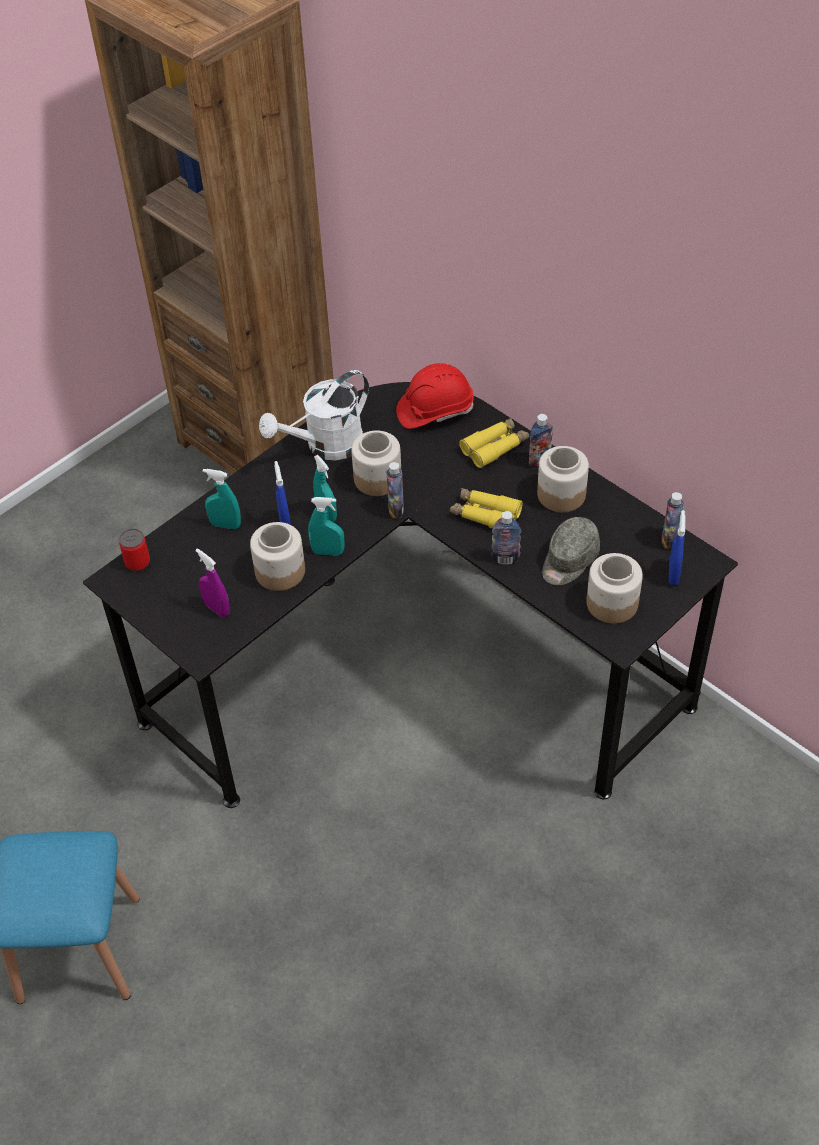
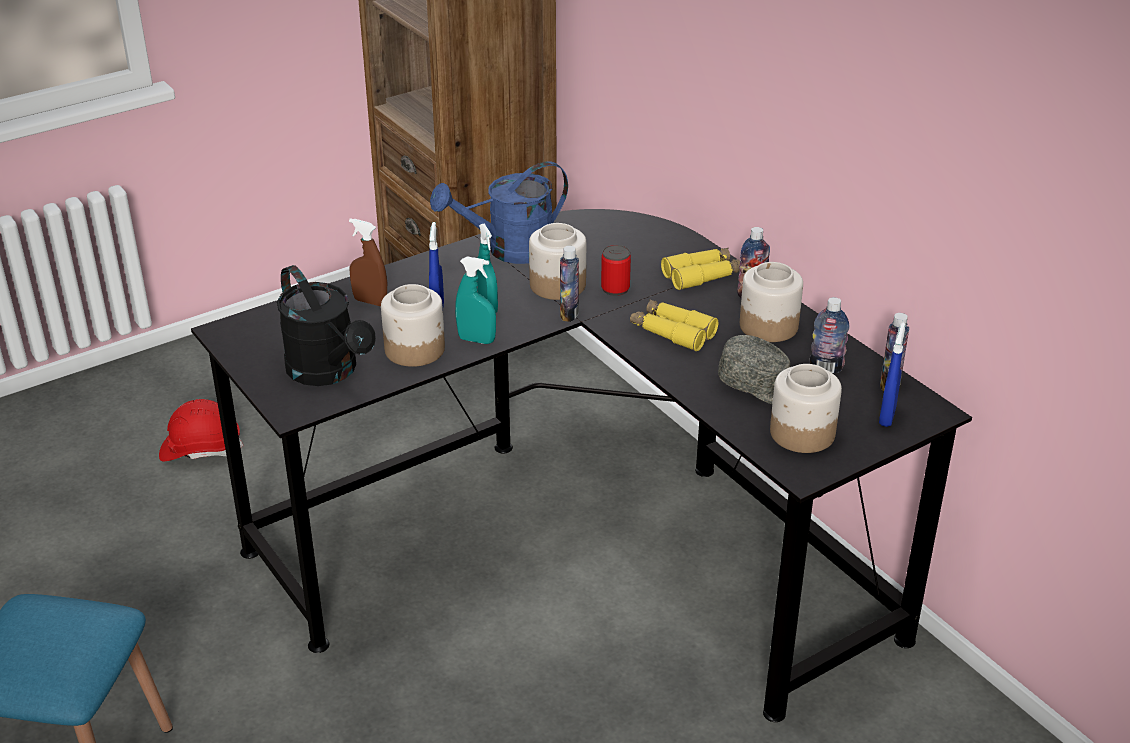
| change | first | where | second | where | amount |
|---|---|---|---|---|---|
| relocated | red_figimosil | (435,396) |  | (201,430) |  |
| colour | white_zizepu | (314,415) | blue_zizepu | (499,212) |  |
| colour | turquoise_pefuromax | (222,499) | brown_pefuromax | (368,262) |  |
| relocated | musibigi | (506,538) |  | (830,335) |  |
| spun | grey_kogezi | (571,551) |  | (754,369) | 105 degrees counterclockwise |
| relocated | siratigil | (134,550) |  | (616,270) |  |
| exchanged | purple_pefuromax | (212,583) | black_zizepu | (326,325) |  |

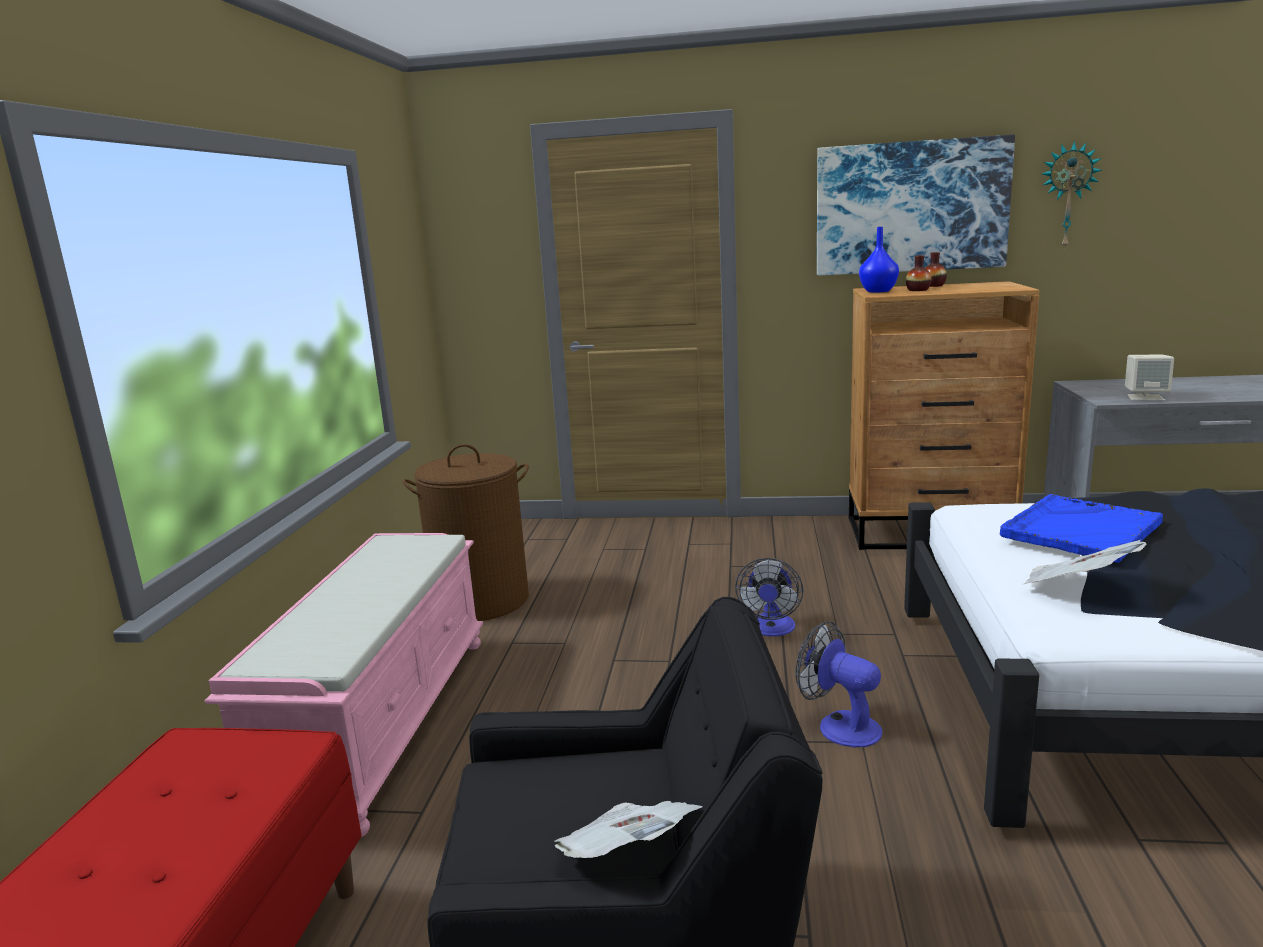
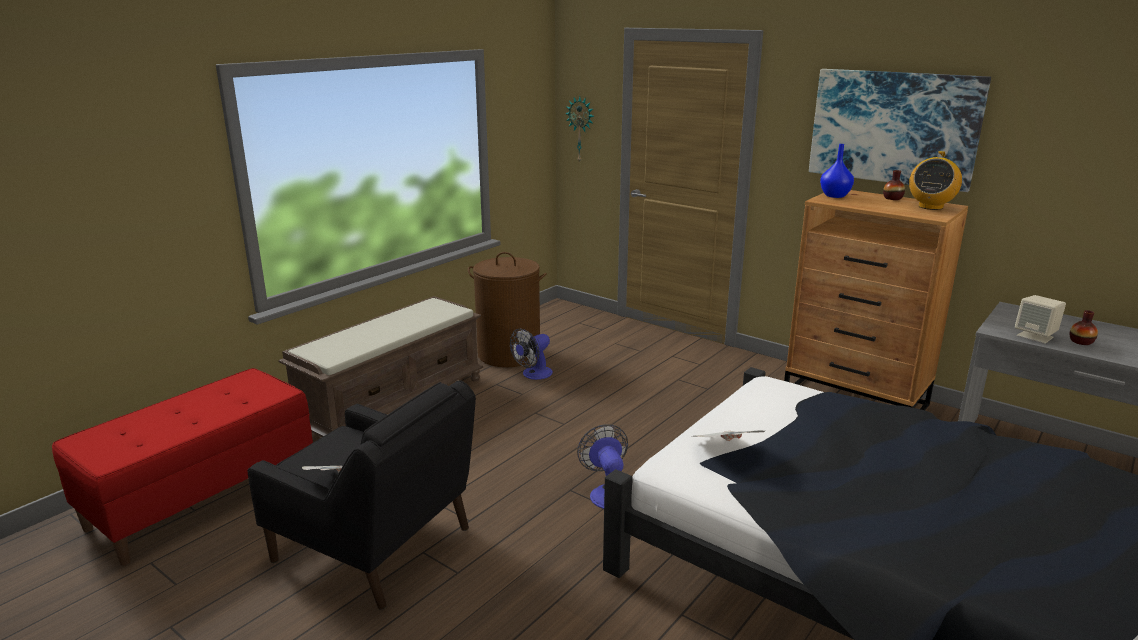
| change | first | where | second | where | amount |
|---|---|---|---|---|---|
| relocated | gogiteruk | (1072,195) |  | (579,129) |  |
| relocated | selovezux | (918,273) |  | (1084,327) |  |
| missing | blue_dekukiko | (1081,528) |  |  |  |
| colour | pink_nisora | (343,684) | brown_nisora | (380,366) |  |
| relocated | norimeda | (769,597) |  | (531,354) |  |
| appeared |  |  | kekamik | (935,180) |  |

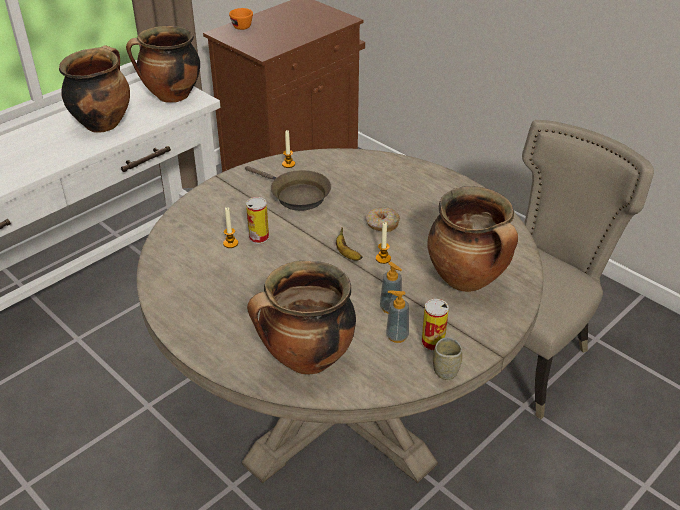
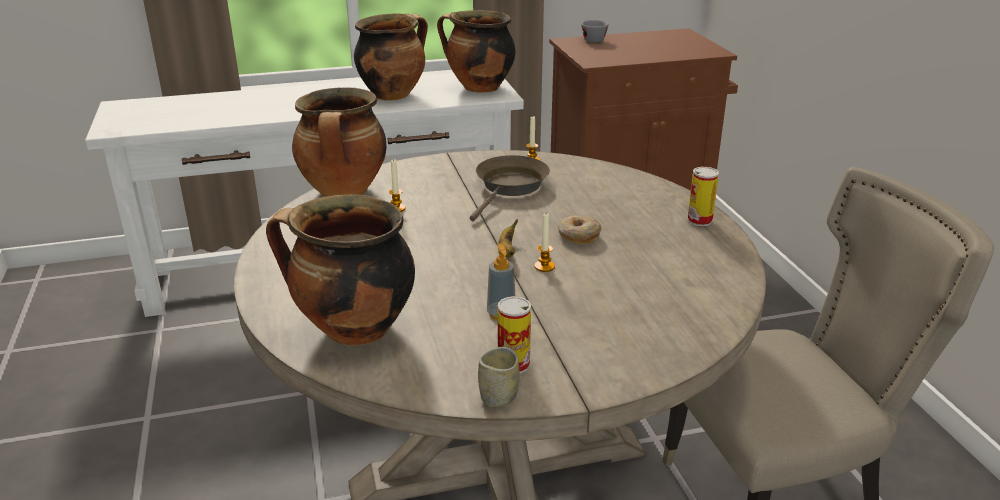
| change | first | where | second | where | amount |
|---|---|---|---|---|---|
| colour | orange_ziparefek | (241,19) | grey_ziparefek | (595,31) |  |
| spun | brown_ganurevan | (288,188) |  | (510,188) | 135 degrees counterclockwise |
| relocated | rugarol | (473,239) |  | (339,142) |  |
| relocated | siratigil | (257,220) |  | (703,196) |  |
| missing | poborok | (397,317) |  |  |  |

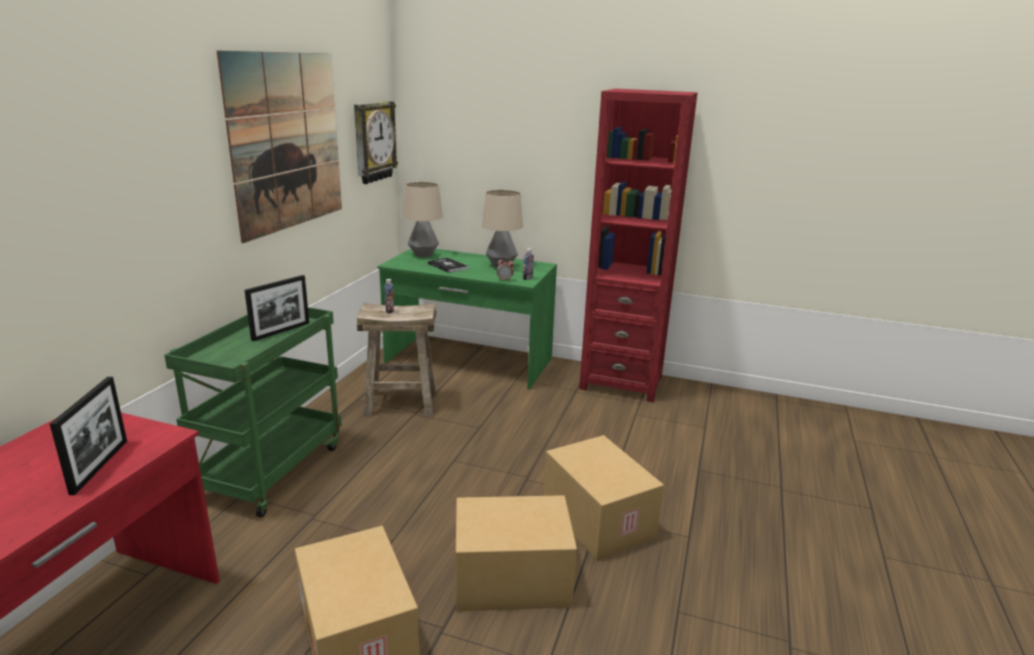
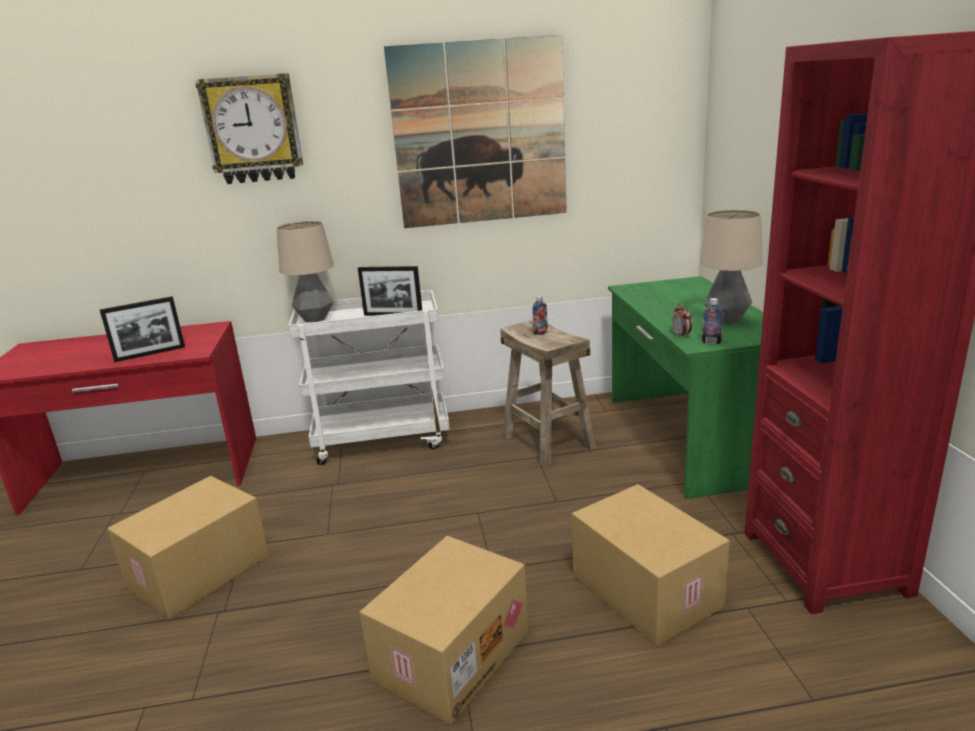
| change | first | where | second | where | amount |
|---|---|---|---|---|---|
| relocated | gogiteruk | (376,142) |  | (249,128) |  |
| relocated | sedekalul | (423,219) |  | (305,271) |  |
| missing | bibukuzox | (448,265) |  |  |  |
| colour | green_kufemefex | (253,412) | white_kufemefex | (369,377) |  |
| relocated | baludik | (516,553) |  | (651,565) |  |

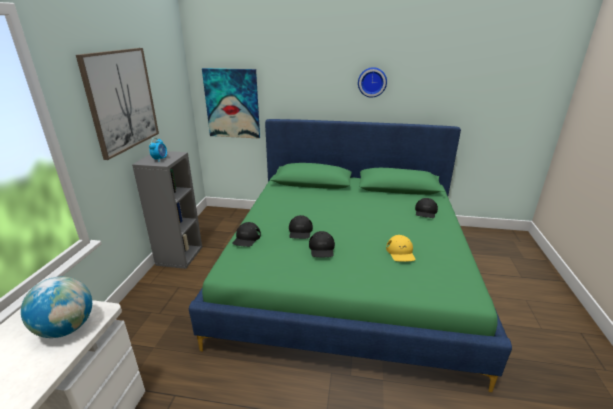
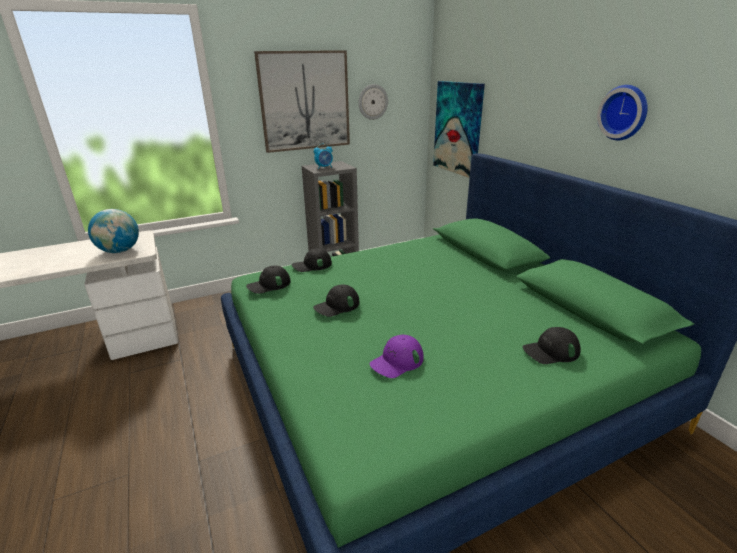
| change | first | where | second | where | amount |
|---|---|---|---|---|---|
| relocated | black_kogezi | (301,227) |  | (268,280) |  |
| colour | yellow_kogezi | (401,248) | purple_kogezi | (396,356) |  |
| appeared |  |  | gogiteruk | (373,102) |  |

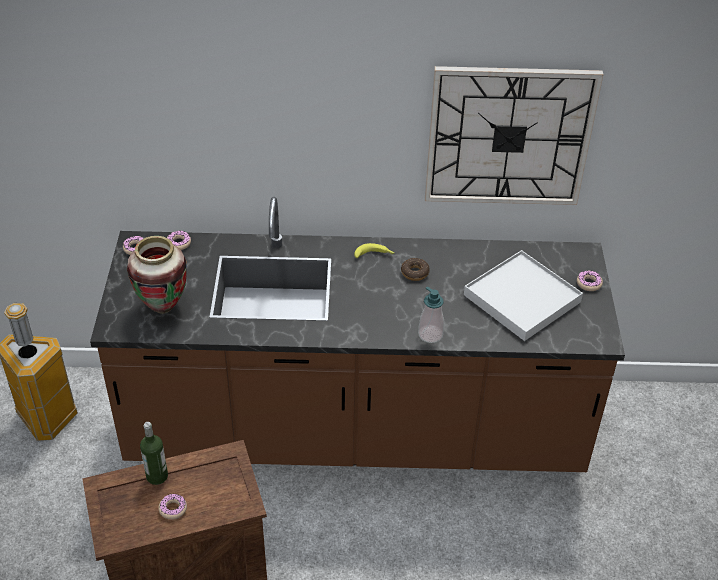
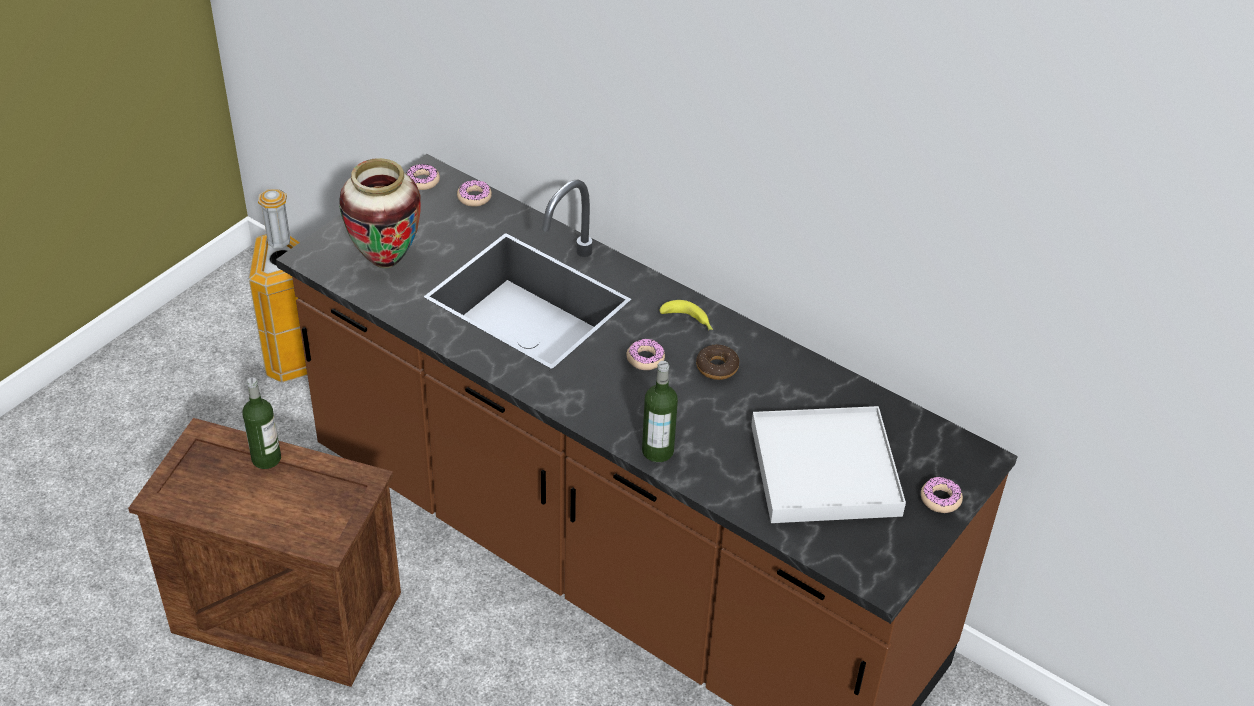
| change | first | where | second | where | amount |
|---|---|---|---|---|---|
| missing | gogiteruk | (514,135) |  |  |  |
| exchanged | poborok | (431,315) | musibigi | (660,411) |  |
| relocated | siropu | (173,507) |  | (645,354) |  |

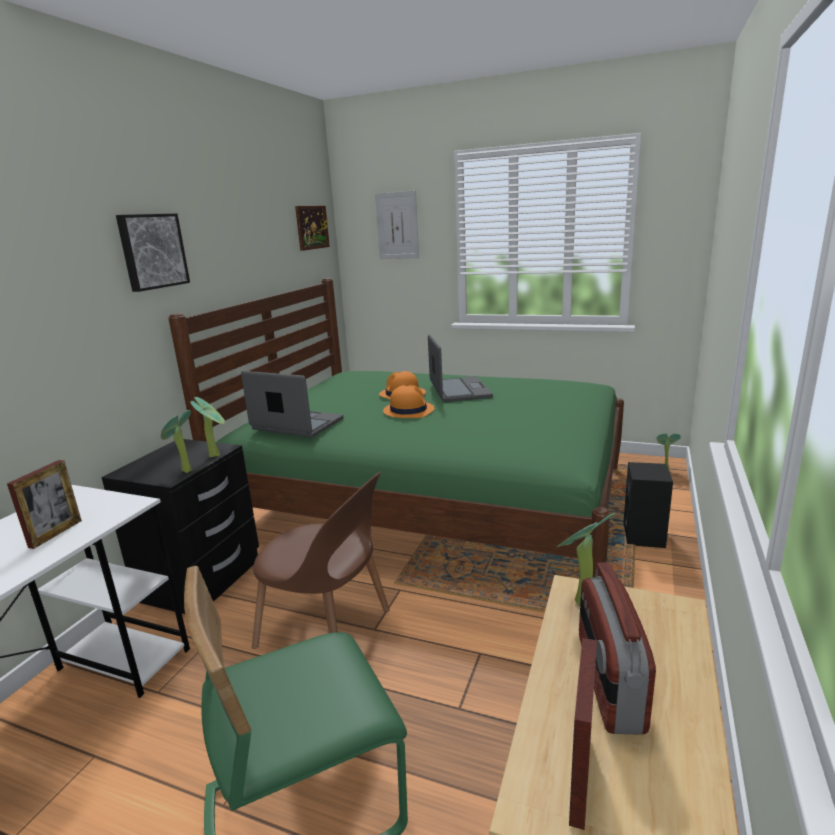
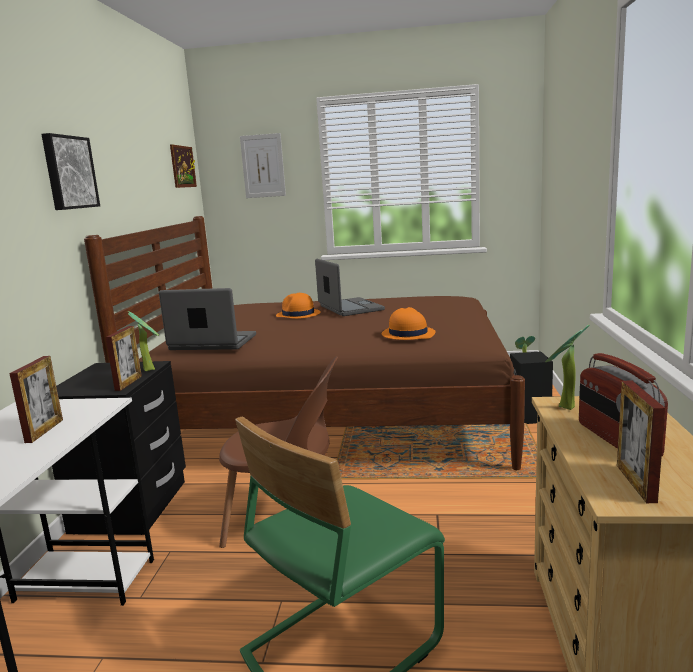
| change | first | where | second | where | amount |
|---|---|---|---|---|---|
| colour | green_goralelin | (396,428) | brown_goralelin | (304,343) |  |
| relocated | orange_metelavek | (408,401) |  | (409,323) |  |
| exchanged | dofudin | (177,441) | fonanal | (124,358) |  |

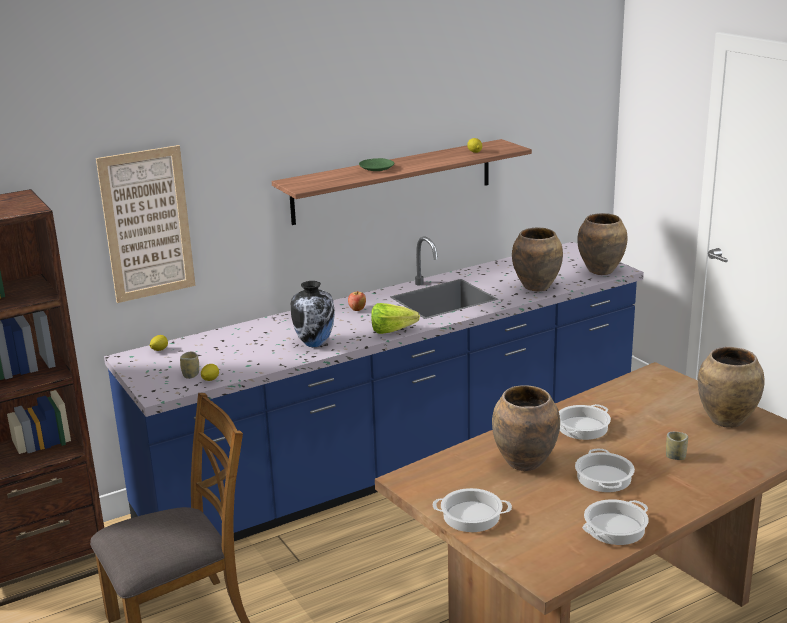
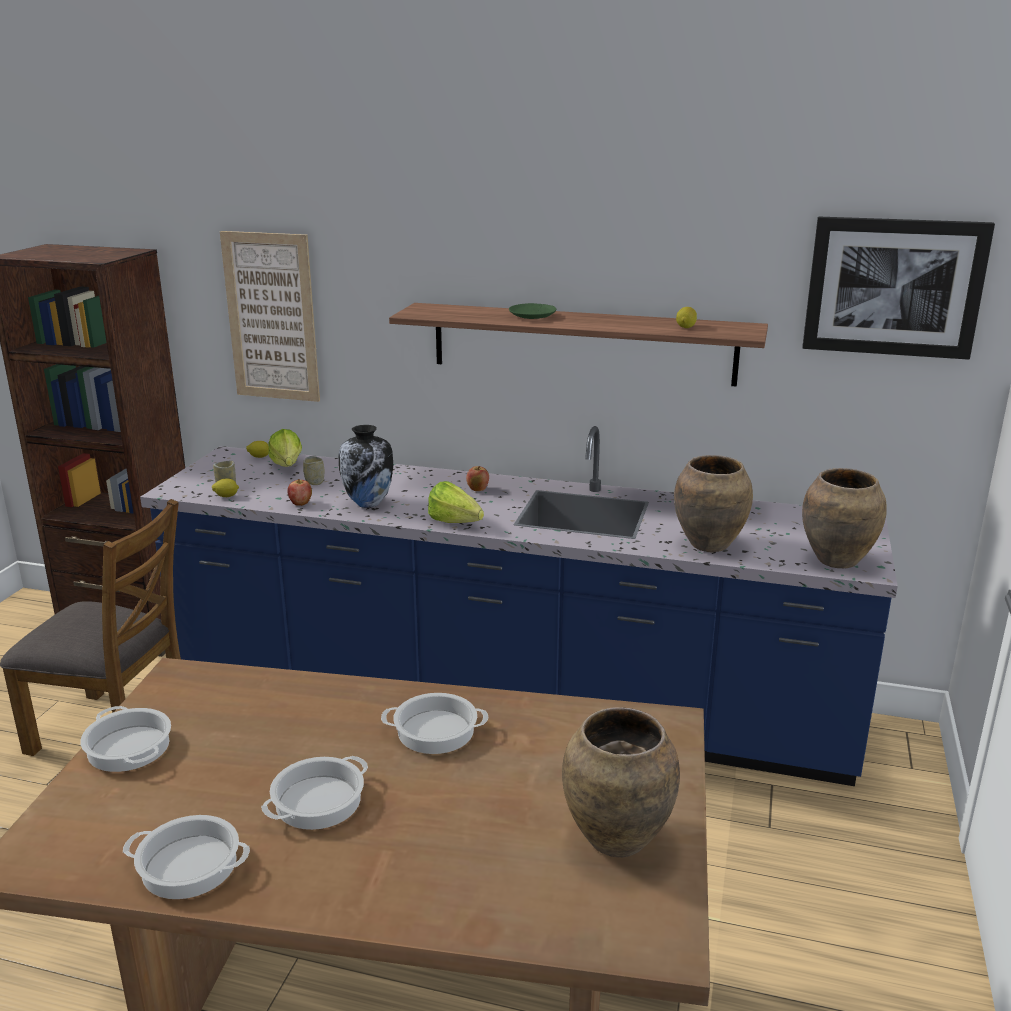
| change | first | where | second | where | amount |
|---|---|---|---|---|---|
| missing | brown_selovezux | (526,428) |  |  |  |
| relocated | ziparefek | (677,446) |  | (313,470) |  |
| appeared |  |  | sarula | (898,288) |  |
| appeared |  |  | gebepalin | (285,448) |  |
| appeared |  |  | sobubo | (299,492) |  |

